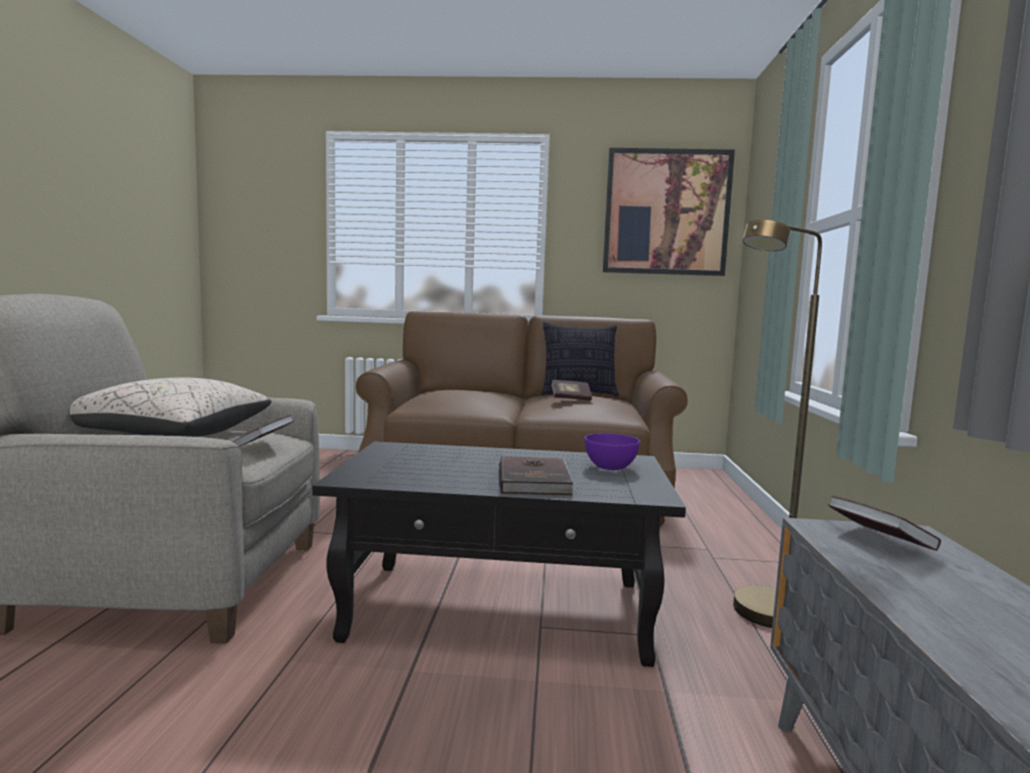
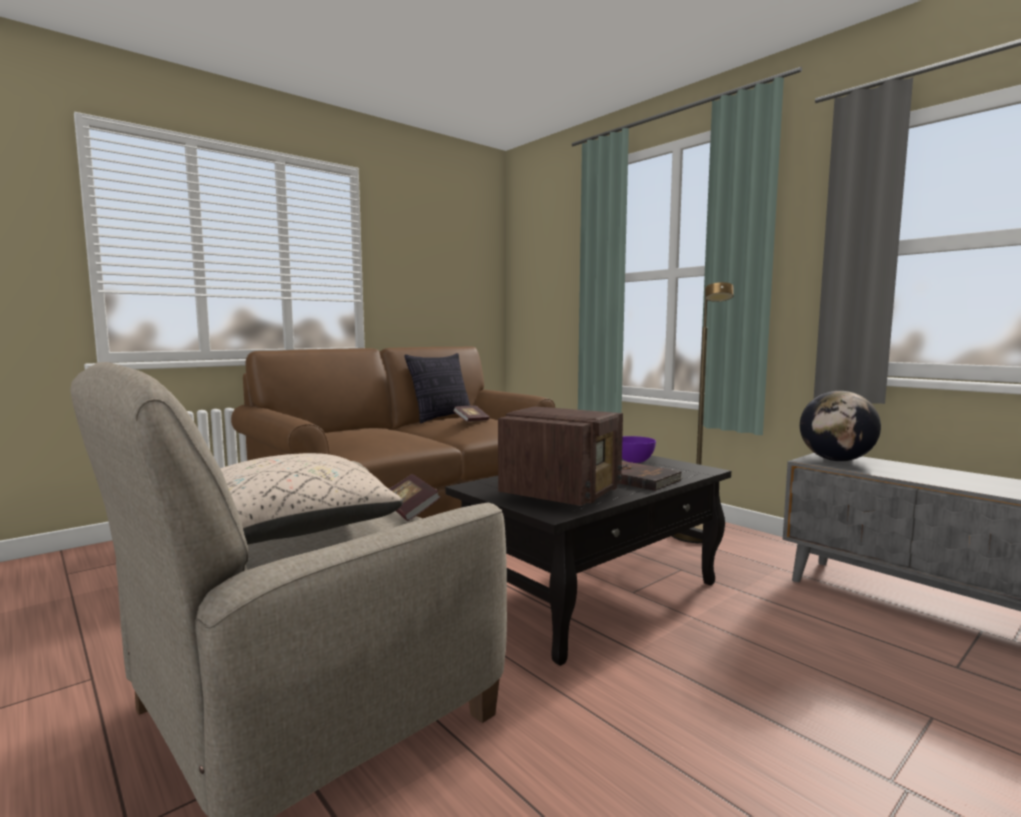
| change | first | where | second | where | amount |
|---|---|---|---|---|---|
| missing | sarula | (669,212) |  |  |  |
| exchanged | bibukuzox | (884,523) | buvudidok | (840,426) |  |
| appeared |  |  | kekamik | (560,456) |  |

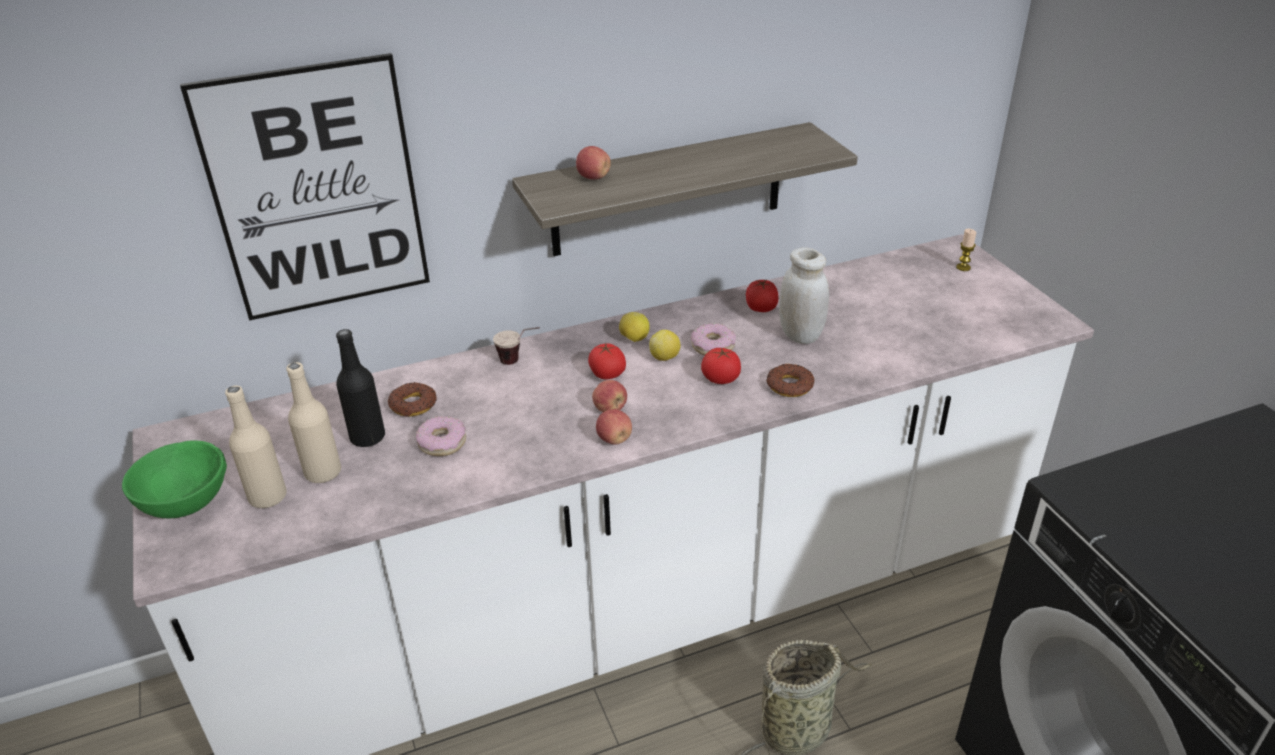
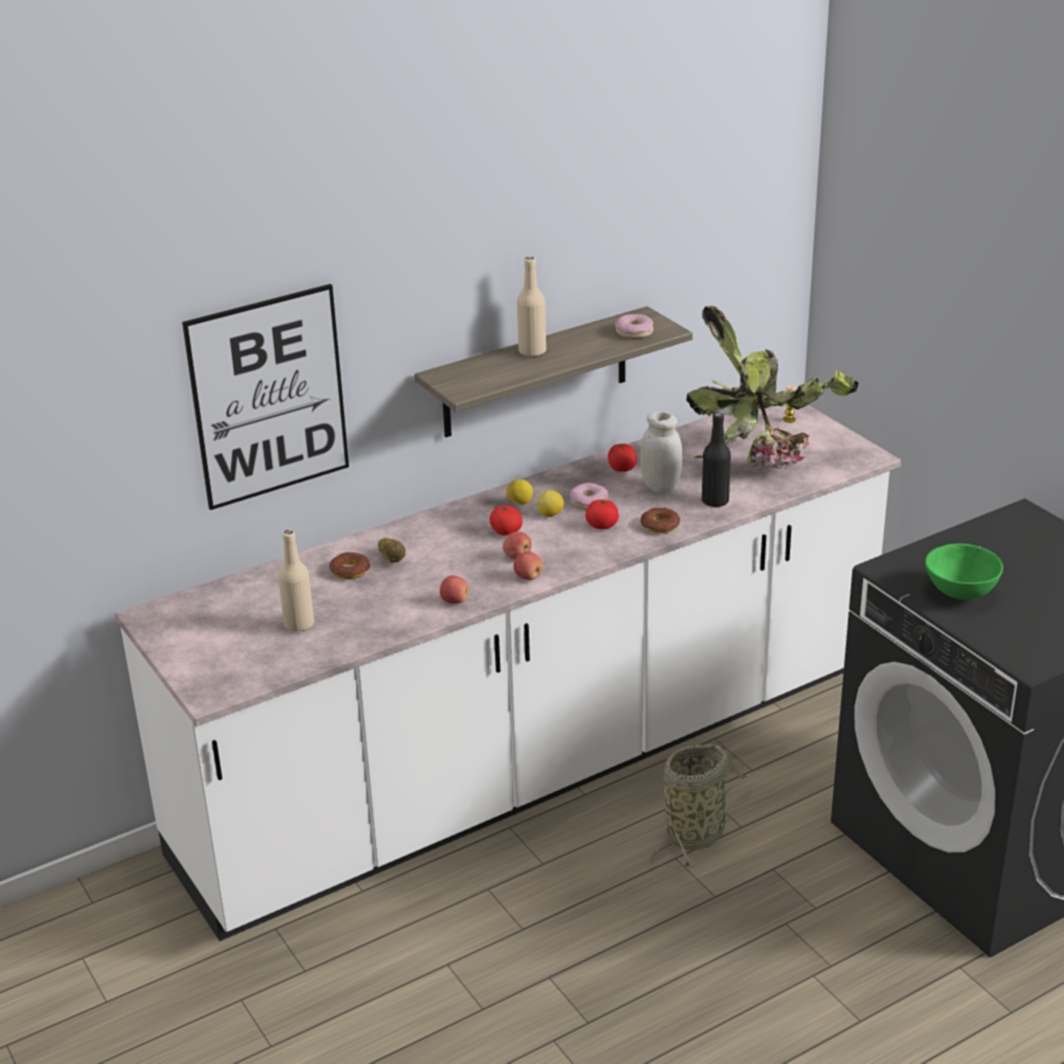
| change | first | where | second | where | amount |
|---|---|---|---|---|---|
| relocated | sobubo | (593,162) |  | (454,589) |  |
| missing | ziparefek | (516,346) |  |  |  |
| relocated | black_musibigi | (360,388) |  | (716,459) |  |
| relocated | beige_musibigi | (256,446) |  | (531,306) |  |
| relocated | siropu | (440,436) |  | (634,326) |  |
| relocated | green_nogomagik | (174,479) |  | (964,571) |  |
| appeared |  |  | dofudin | (772,389) |  |
| appeared |  |  | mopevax | (392,550) |  |

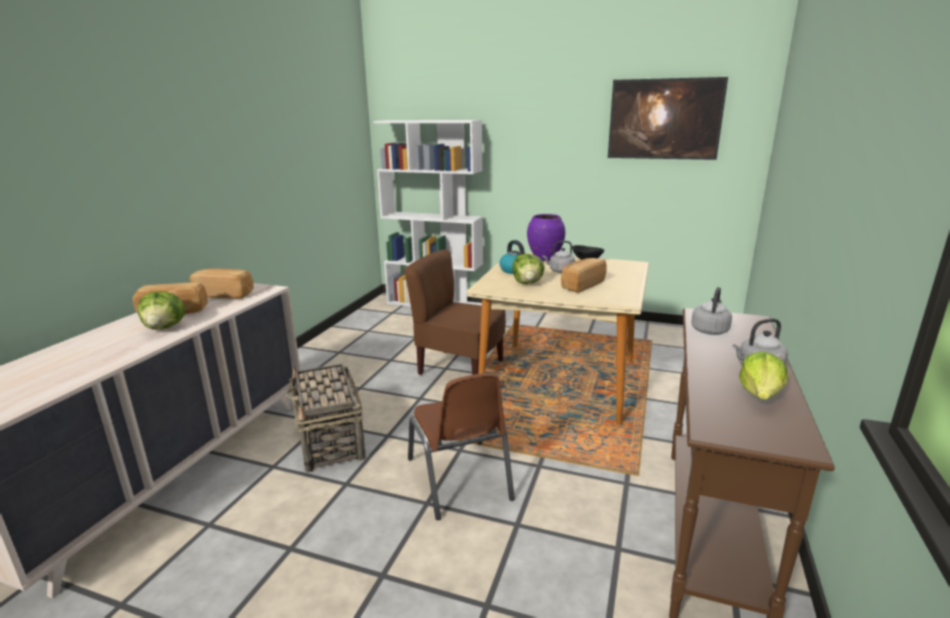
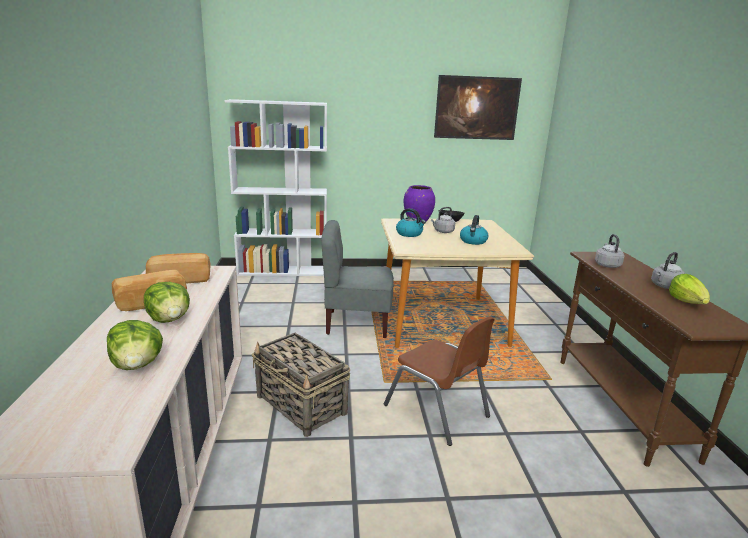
| change | first | where | second | where | amount |
|---|---|---|---|---|---|
| colour | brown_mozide | (455,312) | grey_mozide | (357,279) |  |
| relocated | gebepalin | (528,269) |  | (135,345) |  |
| exchanged | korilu | (584,275) | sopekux | (474,230) |  |

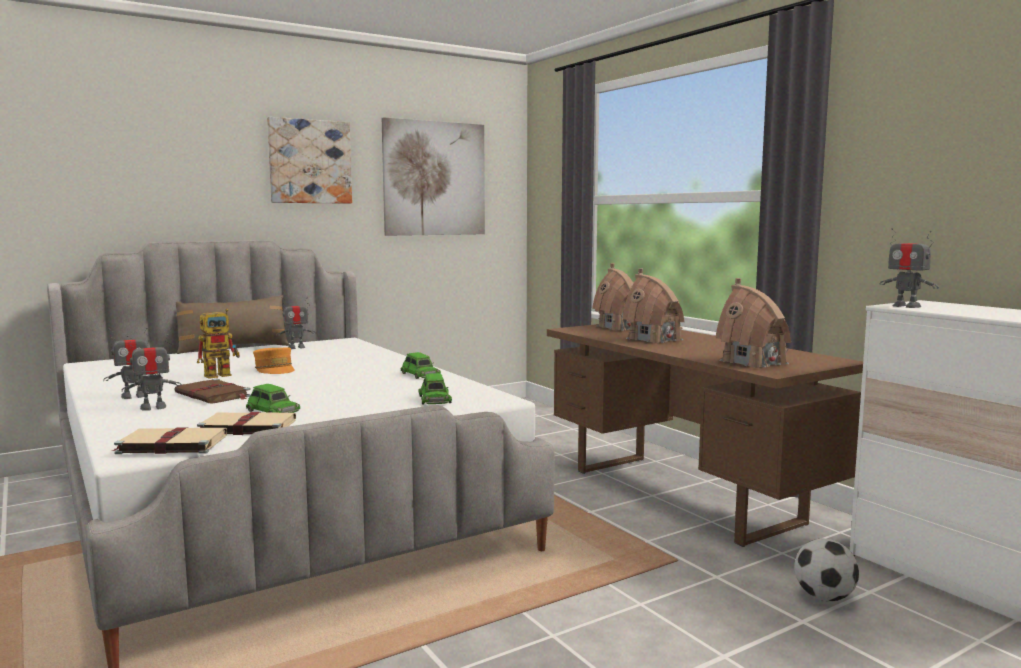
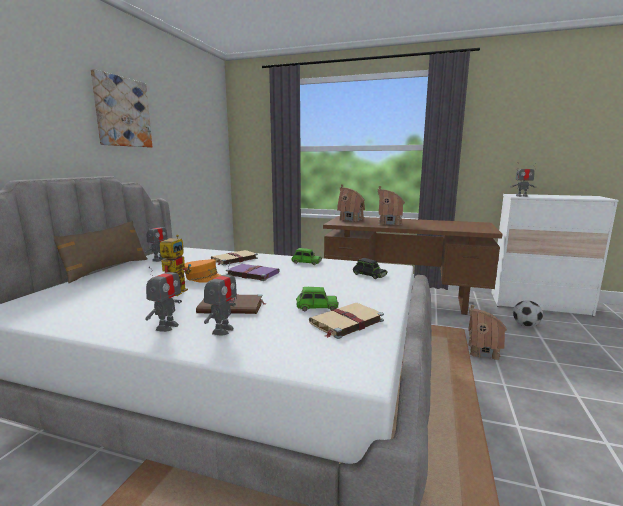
| change | first | where | second | where | amount |
|---|---|---|---|---|---|
| missing | sarula | (433,176) |  |  |  |
| relocated | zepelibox | (753,323) |  | (487,332) |  |
| colour | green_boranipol | (435,389) | black_boranipol | (370,268) |  |
| relocated | beige_bibukuzox | (169,440) |  | (234,257) |  |
| appeared |  |  | purple_bibukuzox | (253,272) |  |

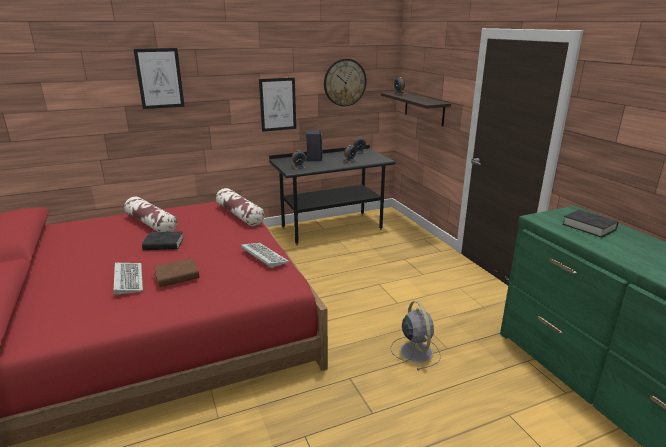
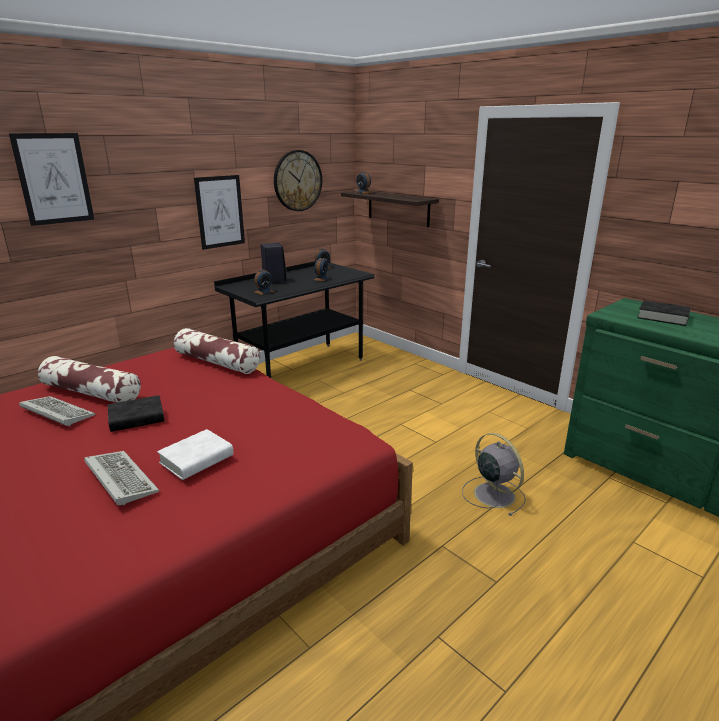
| change | first | where | second | where | amount |
|---|---|---|---|---|---|
| relocated | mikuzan | (265,255) |  | (57,411) |  |
| colour | brown_bibukuzox | (176,272) | white_bibukuzox | (195,454) |  |

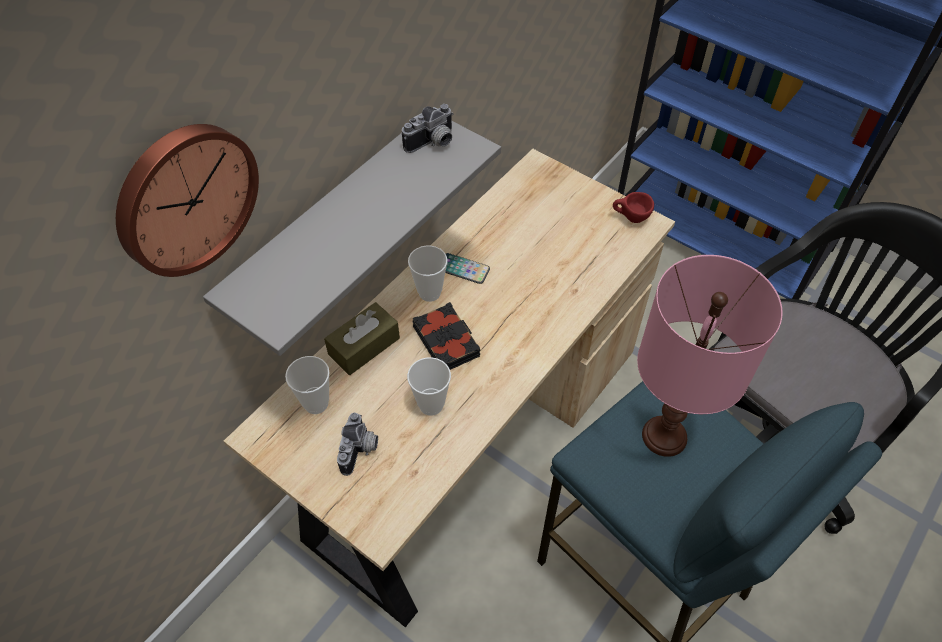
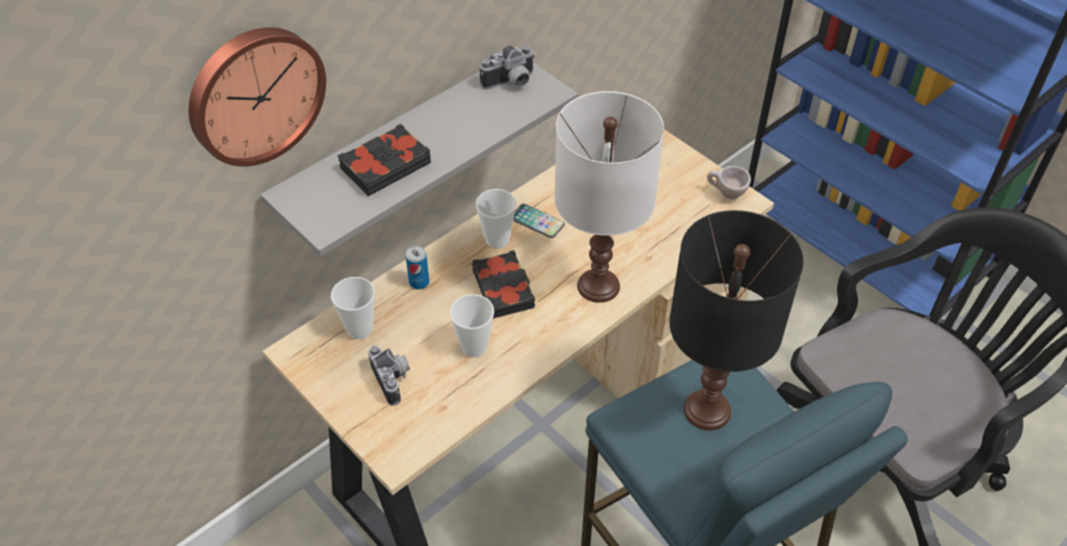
| change | first | where | second | where | amount |
|---|---|---|---|---|---|
| colour | red_ziparefek | (633,207) | beige_ziparefek | (729,182) |  |
| colour | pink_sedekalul | (710,356) | black_sedekalul | (736,320) |  |
| exchanged | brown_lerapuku | (362,338) | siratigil | (417,268) |  |
| spun | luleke | (357,444) |  | (389,375) | 45 degrees counterclockwise |
| appeared |  |  | white_sedekalul | (609,197) |  |
| appeared |  |  | black_bibukuzox | (384,160) |  |

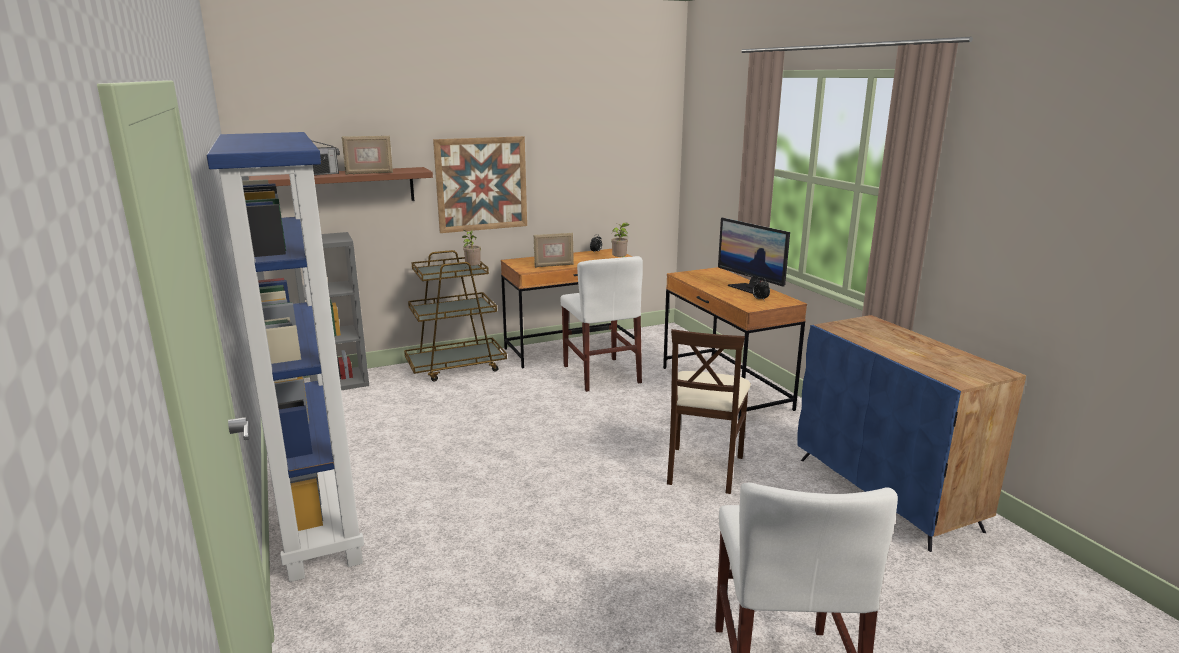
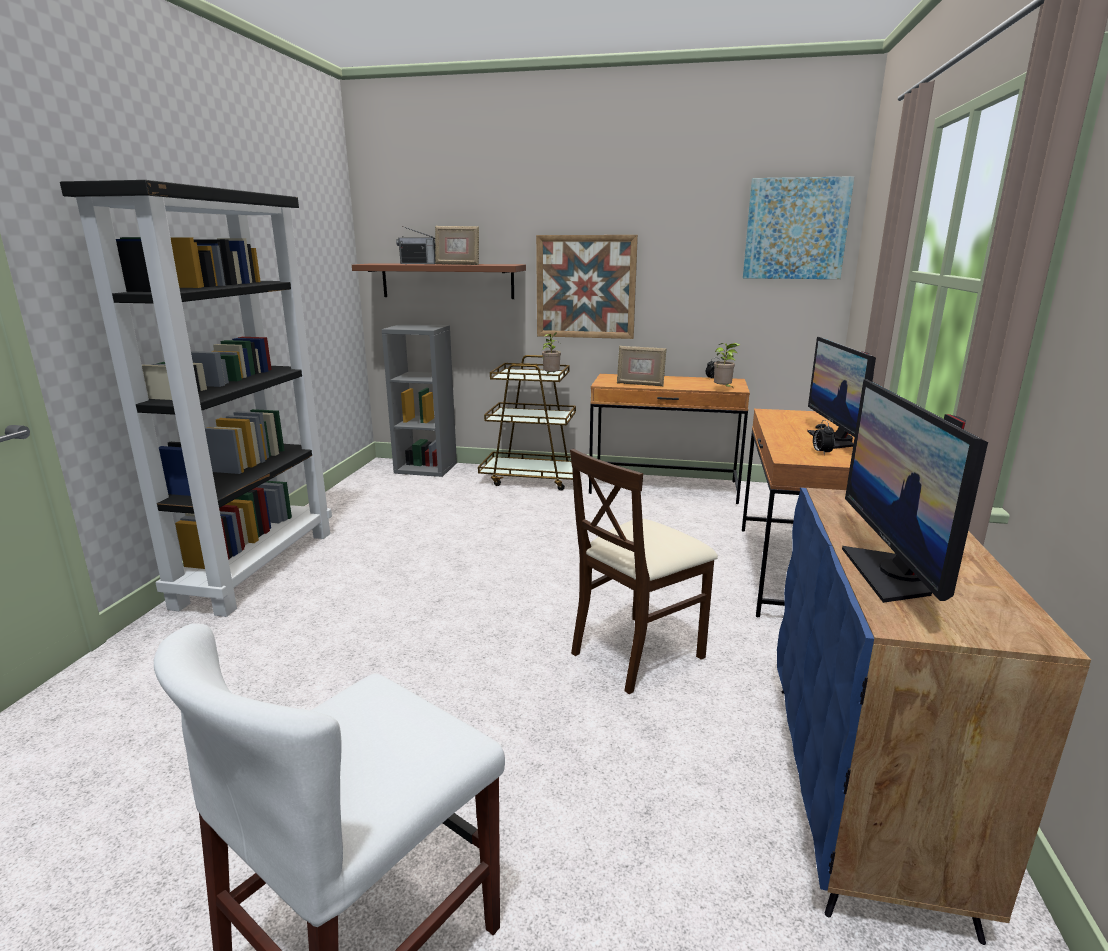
| change | first | where | second | where | amount |
|---|---|---|---|---|---|
| colour | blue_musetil | (285,357) | black_musetil | (196,398) |  |
| missing | white_mozide | (601,324) |  |  |  |
| appeared |  |  | sarula | (798,227) |  |
| appeared |  |  | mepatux | (915,491) |  |

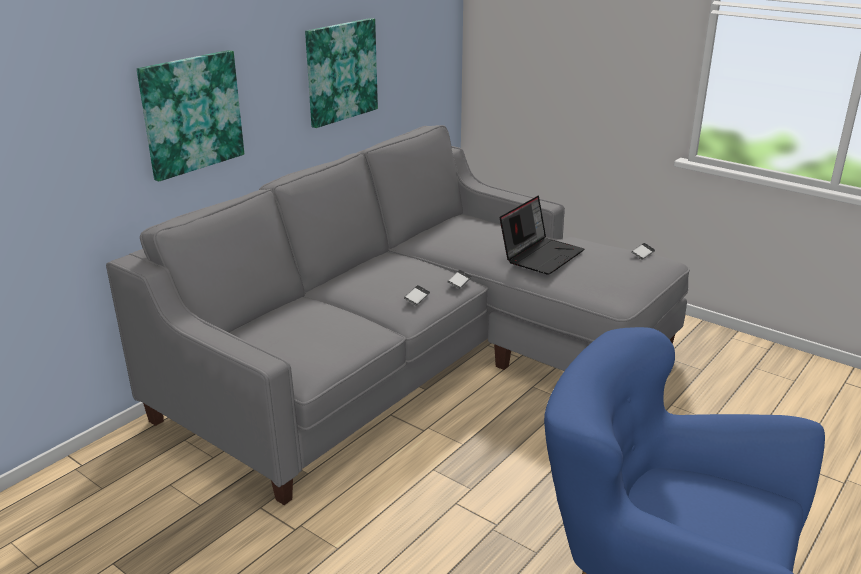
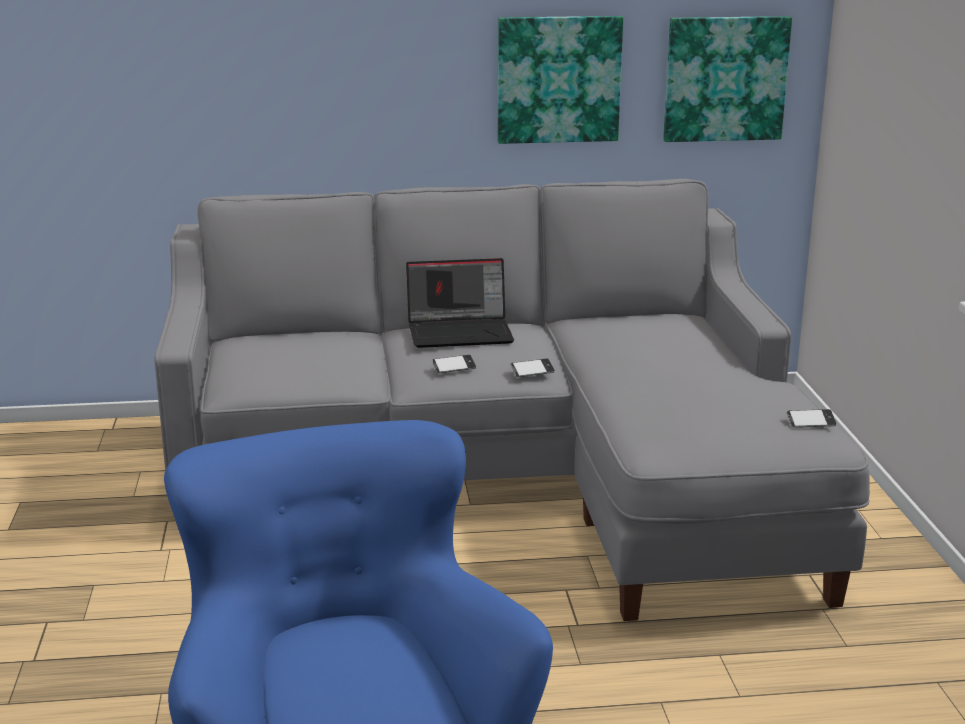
| change | first | where | second | where | amount |
|---|---|---|---|---|---|
| relocated | sarula | (190,116) |  | (727,79) |  |
| relocated | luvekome | (542,235) |  | (460,303) |  |

